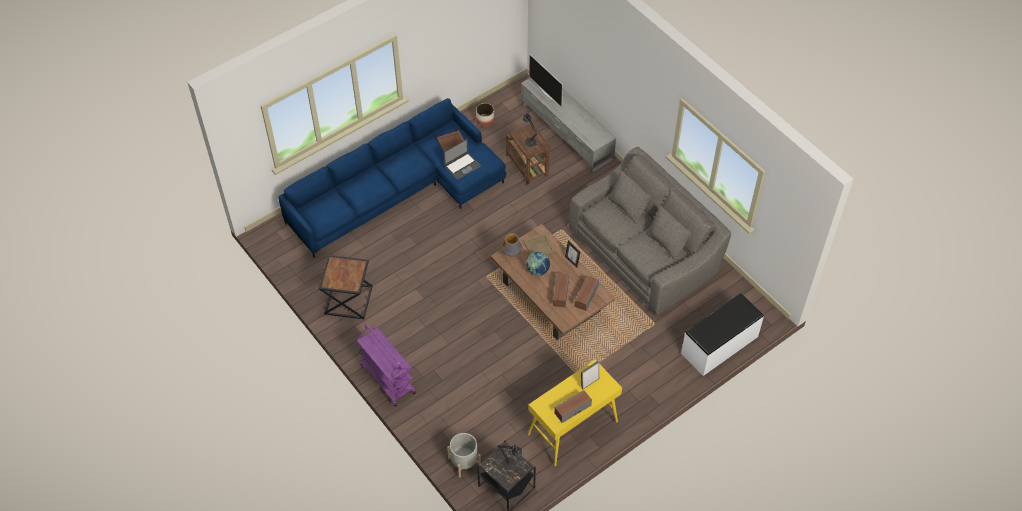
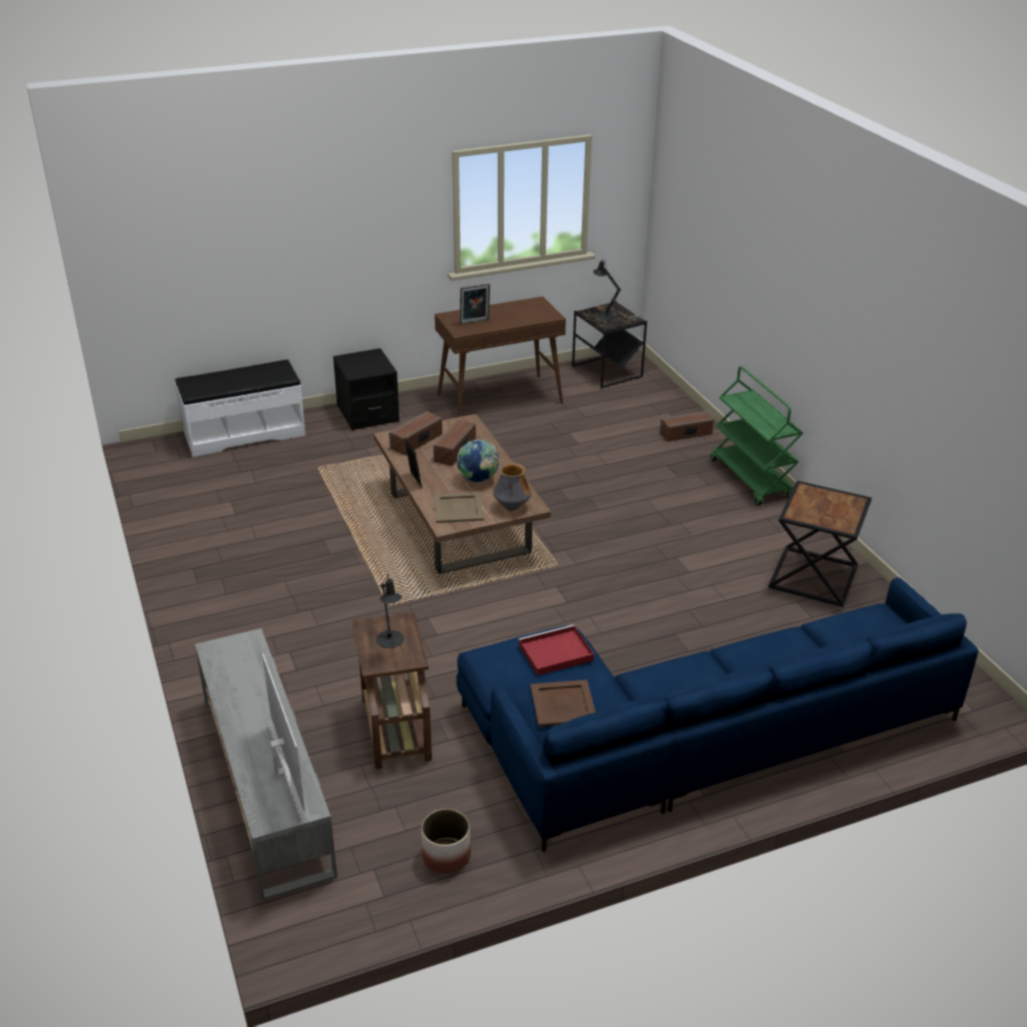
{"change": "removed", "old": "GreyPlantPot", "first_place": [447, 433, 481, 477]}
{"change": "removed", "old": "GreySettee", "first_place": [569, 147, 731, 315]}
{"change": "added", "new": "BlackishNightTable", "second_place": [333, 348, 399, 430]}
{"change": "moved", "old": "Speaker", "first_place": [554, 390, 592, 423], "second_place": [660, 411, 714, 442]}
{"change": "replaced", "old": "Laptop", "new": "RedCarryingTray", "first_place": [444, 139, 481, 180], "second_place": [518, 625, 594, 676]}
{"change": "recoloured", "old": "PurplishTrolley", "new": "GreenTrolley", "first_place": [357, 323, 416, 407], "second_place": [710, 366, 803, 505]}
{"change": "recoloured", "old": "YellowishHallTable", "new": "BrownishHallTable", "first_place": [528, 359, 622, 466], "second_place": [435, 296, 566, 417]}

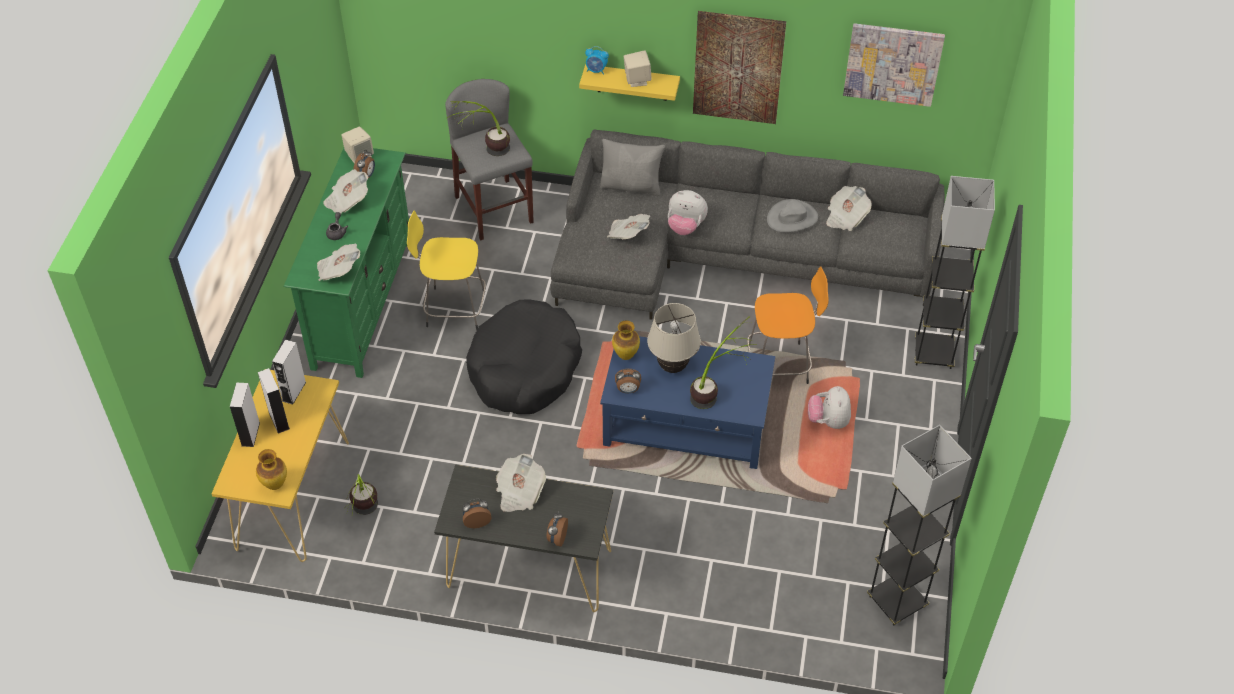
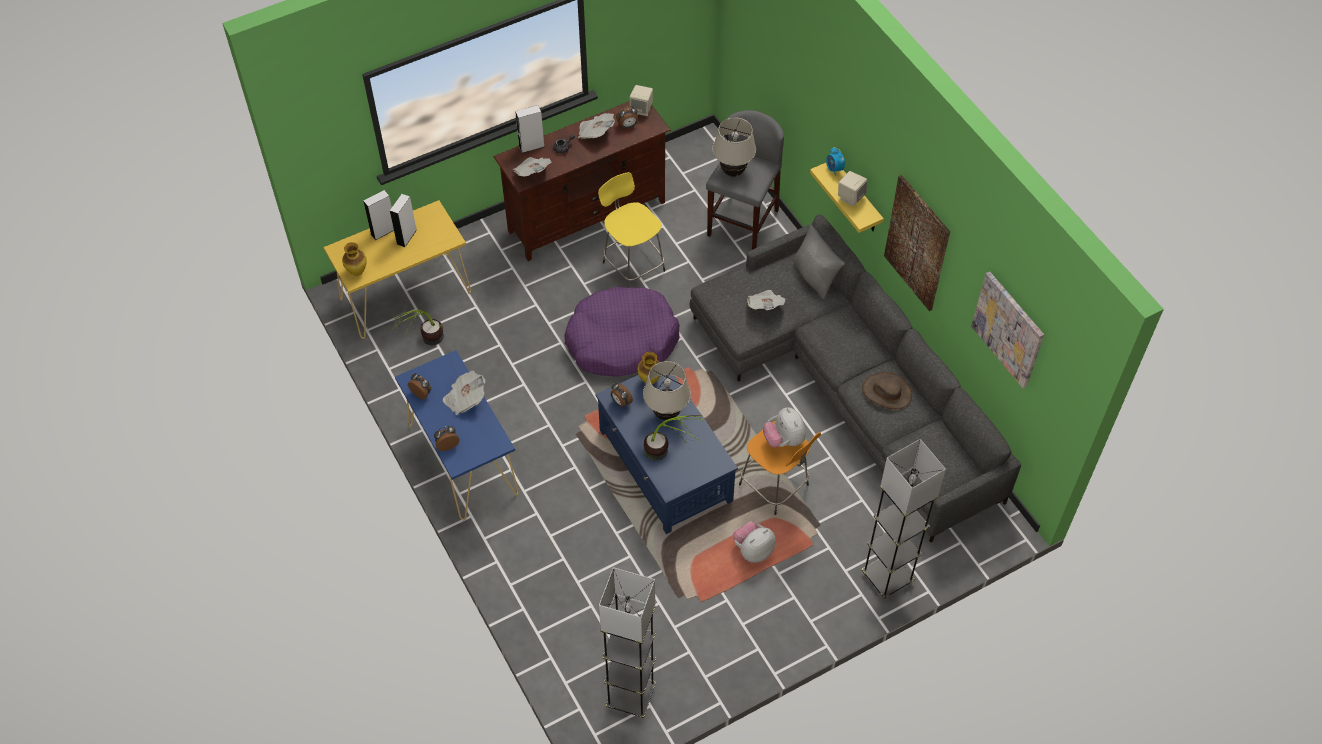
{"change": "removed", "old": "Newspaper", "first_place": [826, 186, 872, 231]}
{"change": "moved", "old": "WhitishSpeaker", "first_place": [272, 339, 306, 404], "second_place": [515, 105, 545, 153]}
{"change": "moved", "old": "SoftToy", "first_place": [668, 190, 708, 235], "second_place": [763, 407, 806, 447]}
{"change": "replaced", "old": "Houseplant", "new": "BeigeTabletopLamp", "first_place": [447, 101, 510, 156], "second_place": [713, 117, 756, 177]}
{"change": "recoloured", "old": "GreenMediaConsole", "new": "BrownishMediaConsole", "first_place": [283, 148, 409, 378], "second_place": [493, 101, 671, 261]}
{"change": "recoloured", "old": "BlackishHallTable", "new": "BluishHallTable", "first_place": [434, 465, 613, 612], "second_place": [395, 350, 519, 520]}
{"change": "recoloured", "old": "BlackishDogCushion", "new": "PurplishDogCushion", "first_place": [466, 299, 582, 414], "second_place": [565, 287, 680, 377]}
{"change": "recoloured", "old": "GreyWearableHat", "new": "BrownishWearableHat", "first_place": [767, 199, 818, 232], "second_place": [862, 372, 912, 409]}

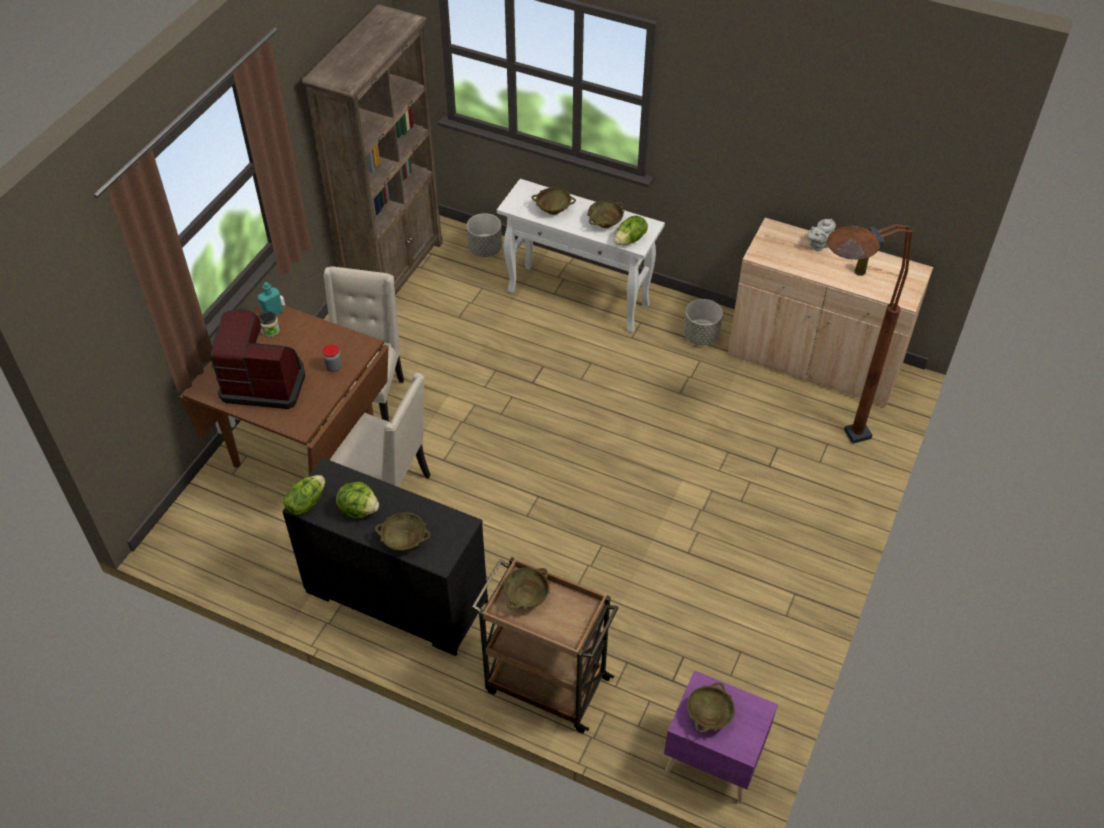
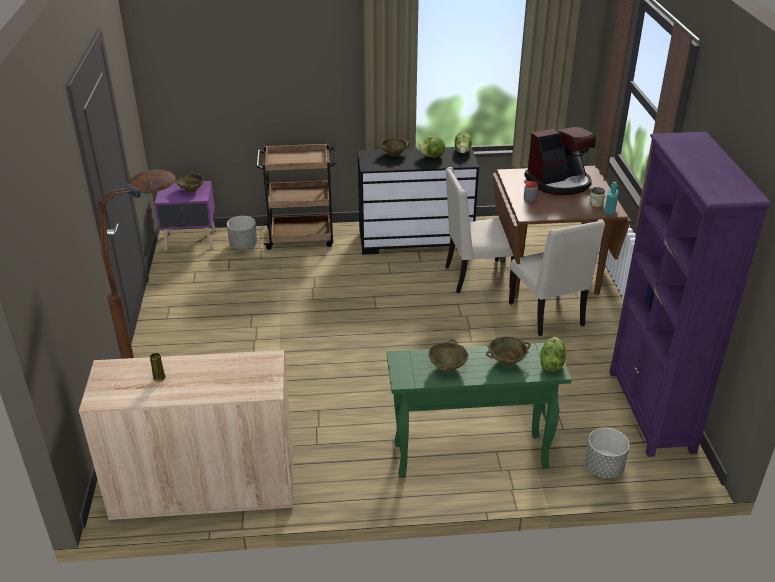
{"change": "removed", "old": "BeigeBowl", "first_place": [503, 566, 551, 610]}
{"change": "removed", "old": "GreyPotForTea", "first_place": [807, 219, 836, 251]}
{"change": "moved", "old": "Lettuce", "first_place": [614, 216, 648, 245], "second_place": [540, 337, 566, 371]}
{"change": "moved", "old": "GreyPlantPot", "first_place": [683, 299, 723, 345], "second_place": [227, 216, 257, 250]}
{"change": "recoloured", "old": "BrownishShelvingUnit", "new": "PurplishShelvingUnit", "first_place": [302, 4, 443, 295], "second_place": [609, 132, 771, 457]}
{"change": "recoloured", "old": "WhitishHallTable", "new": "GreenHallTable", "first_place": [497, 179, 665, 333], "second_place": [387, 343, 572, 478]}

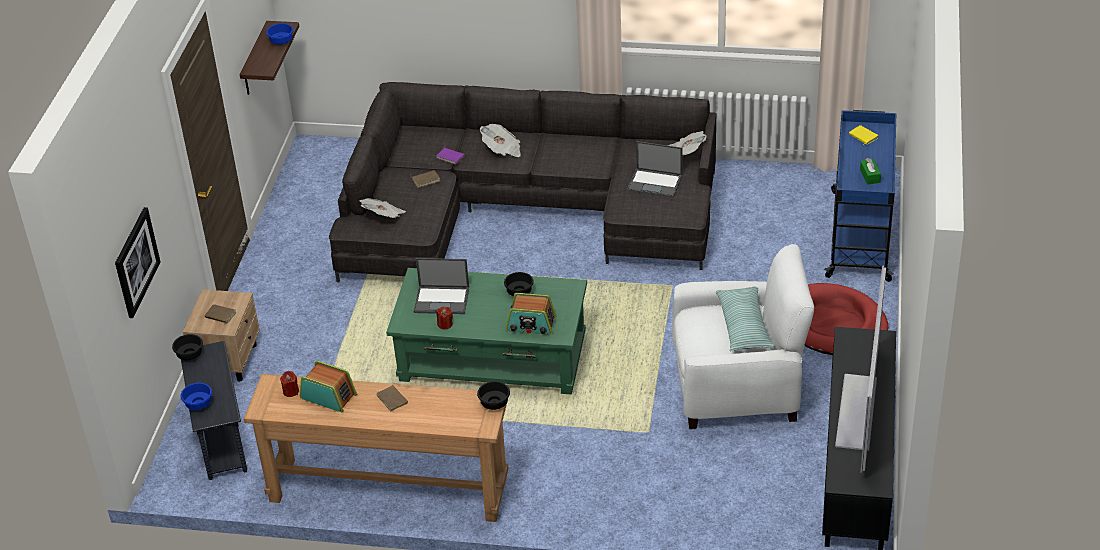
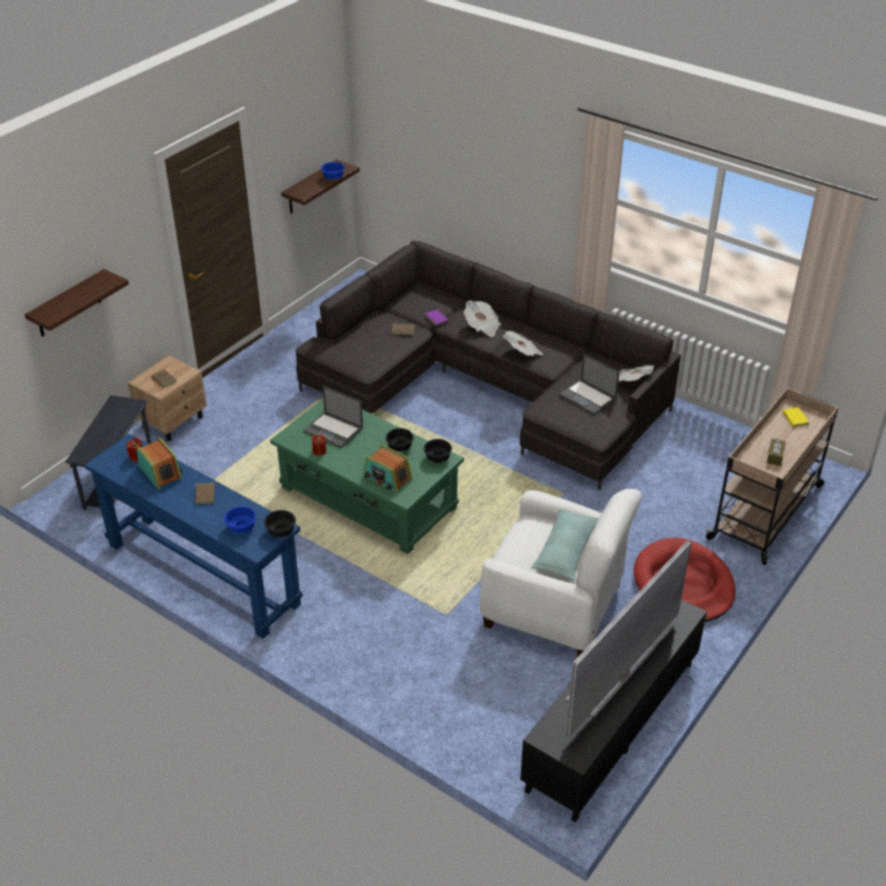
{"change": "moved", "old": "BlackishBowl", "first_place": [172, 334, 203, 360], "second_place": [424, 439, 452, 463]}
{"change": "moved", "old": "BluishBowl", "first_place": [180, 383, 212, 410], "second_place": [224, 506, 256, 534]}
{"change": "moved", "old": "Newspaper", "first_place": [359, 198, 406, 218], "second_place": [503, 331, 543, 356]}
{"change": "replaced", "old": "WallPicture", "new": "WallShelf", "first_place": [115, 207, 161, 318], "second_place": [25, 269, 129, 337]}
{"change": "recoloured", "old": "BrownishHallTable", "new": "BluishHallTable", "first_place": [244, 374, 509, 522], "second_place": [85, 434, 303, 639]}
{"change": "recoloured", "old": "BluishTrolley", "new": "BeigeTrolley", "first_place": [824, 110, 897, 282], "second_place": [705, 388, 838, 565]}
{"change": "recoloured", "old": "GreenTissueHolder", "new": "BrownishTissueHolder", "first_place": [860, 158, 881, 185], "second_place": [767, 438, 786, 466]}

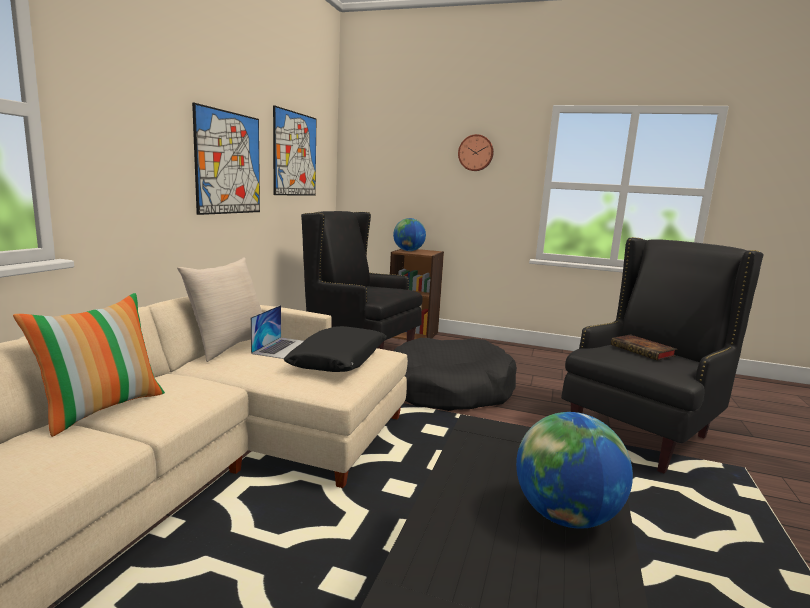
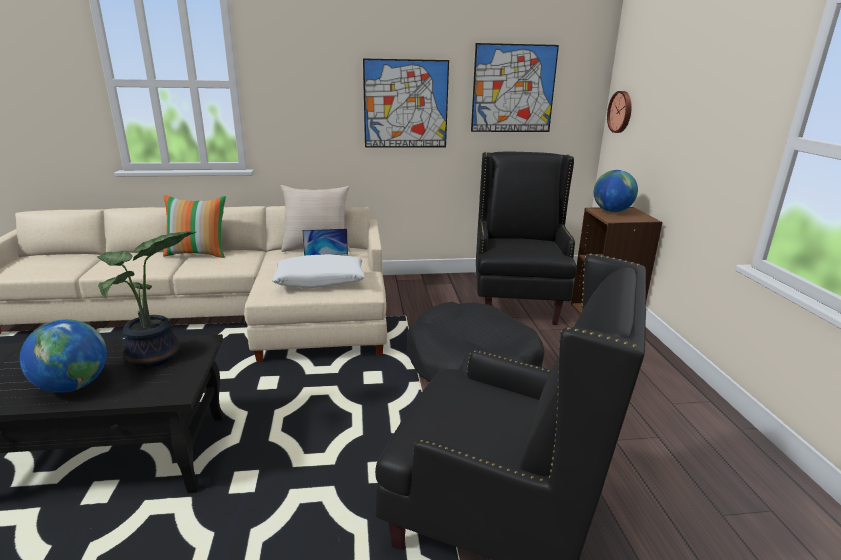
{"change": "removed", "old": "Book", "first_place": [611, 335, 677, 361]}
{"change": "added", "new": "Houseplant", "second_place": [97, 231, 196, 368]}
{"change": "moved", "old": "HangingClock", "first_place": [458, 134, 494, 171], "second_place": [607, 91, 632, 133]}
{"change": "recoloured", "old": "BlackishPillow", "new": "WhitishPillow", "first_place": [284, 326, 387, 372], "second_place": [272, 254, 365, 289]}

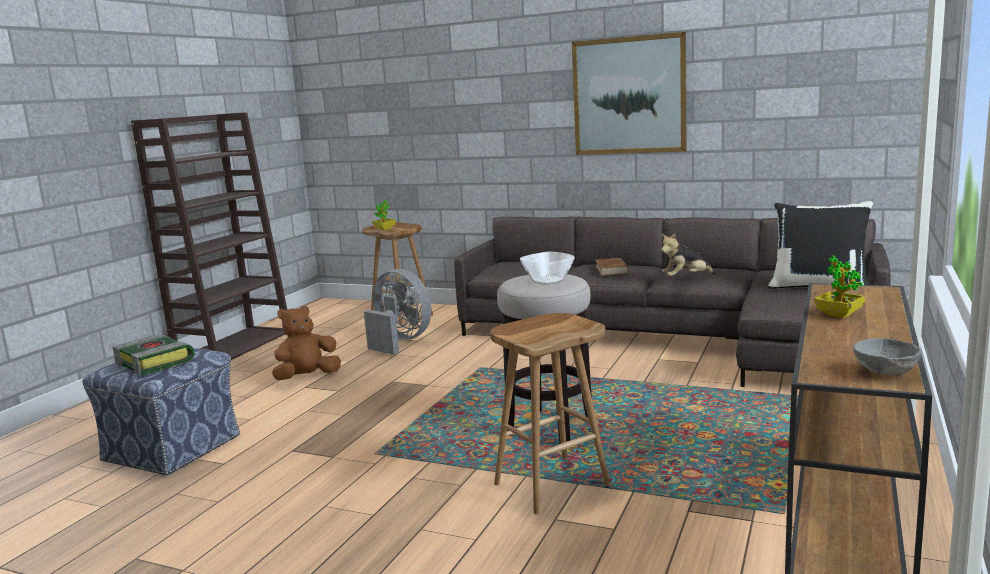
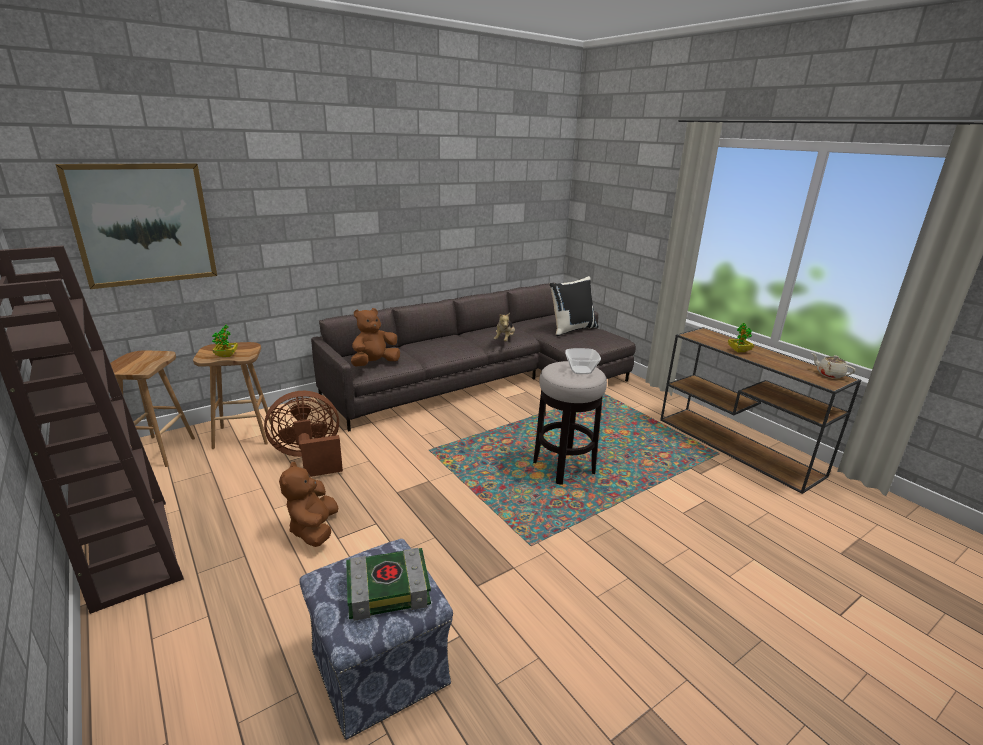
{"change": "removed", "old": "BrownishBook", "first_place": [595, 258, 628, 276]}
{"change": "added", "new": "BrownishSoftToy", "second_place": [351, 308, 400, 366]}
{"change": "moved", "old": "BrownishSittingStool", "first_place": [490, 313, 610, 515], "second_place": [110, 350, 195, 467]}
{"change": "moved", "old": "WallPicture", "first_place": [572, 32, 686, 155], "second_place": [55, 163, 217, 289]}
{"change": "replaced", "old": "GreyBowl", "new": "BeigePotForTea", "first_place": [853, 338, 922, 375], "second_place": [812, 353, 856, 378]}
{"change": "recoloured", "old": "GreyElectricFan", "new": "BrownishElectricFan", "first_place": [364, 269, 431, 355], "second_place": [264, 391, 343, 477]}

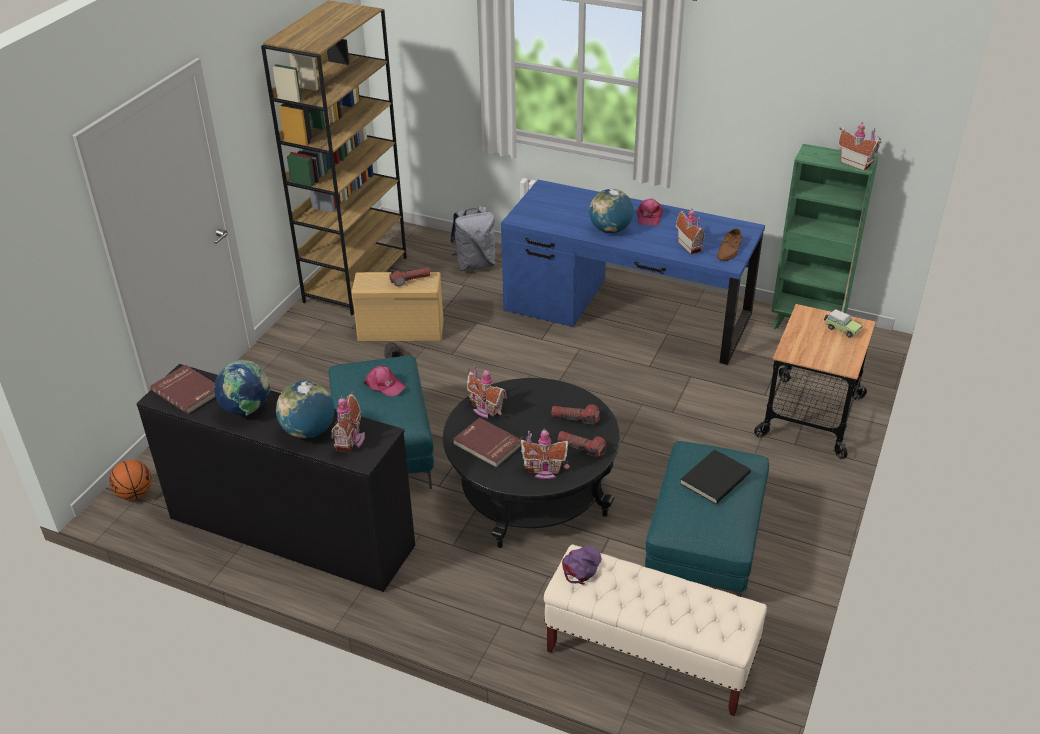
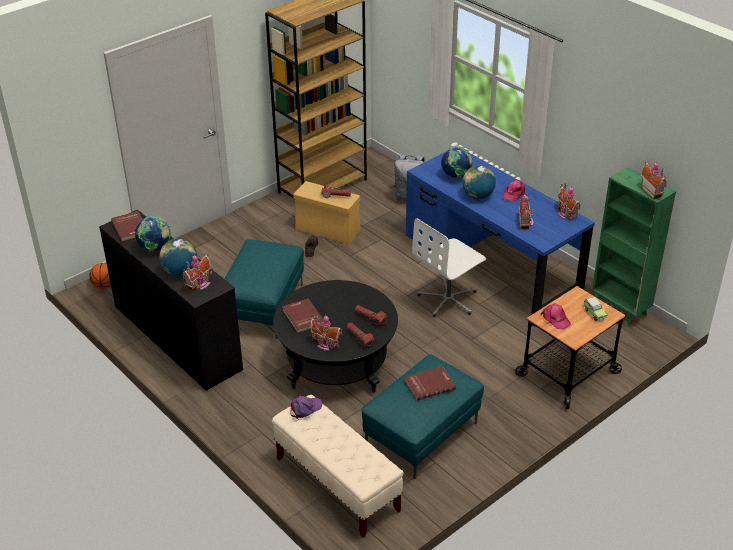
{"change": "removed", "old": "BrownishLowShoe", "first_place": [717, 228, 742, 261]}
{"change": "added", "new": "WhitishOfficeChair", "second_place": [412, 218, 486, 317]}
{"change": "added", "new": "DeskGlobe", "second_place": [441, 146, 473, 178]}
{"change": "moved", "old": "PinkColouredPeakedCap", "first_place": [364, 366, 405, 397], "second_place": [541, 304, 571, 329]}
{"change": "moved", "old": "MiniatureHouse", "first_place": [467, 365, 507, 419], "second_place": [557, 182, 580, 220]}
{"change": "recoloured", "old": "BlackishBook", "new": "RedBook", "first_place": [680, 449, 751, 504], "second_place": [404, 366, 456, 401]}

